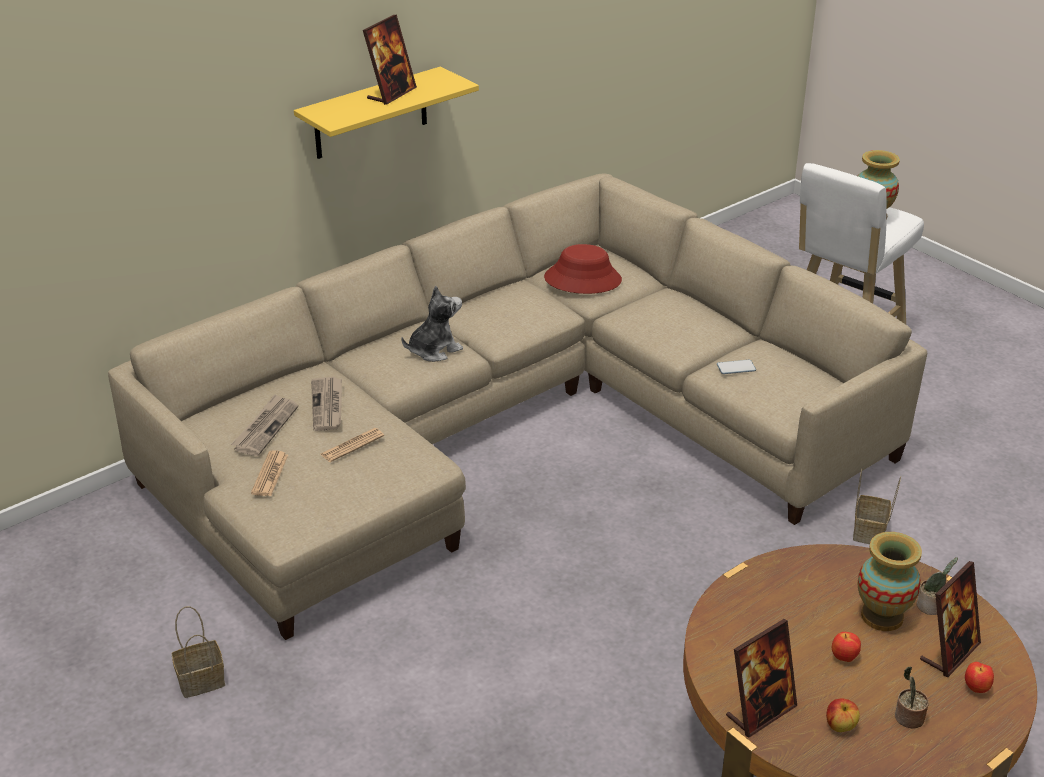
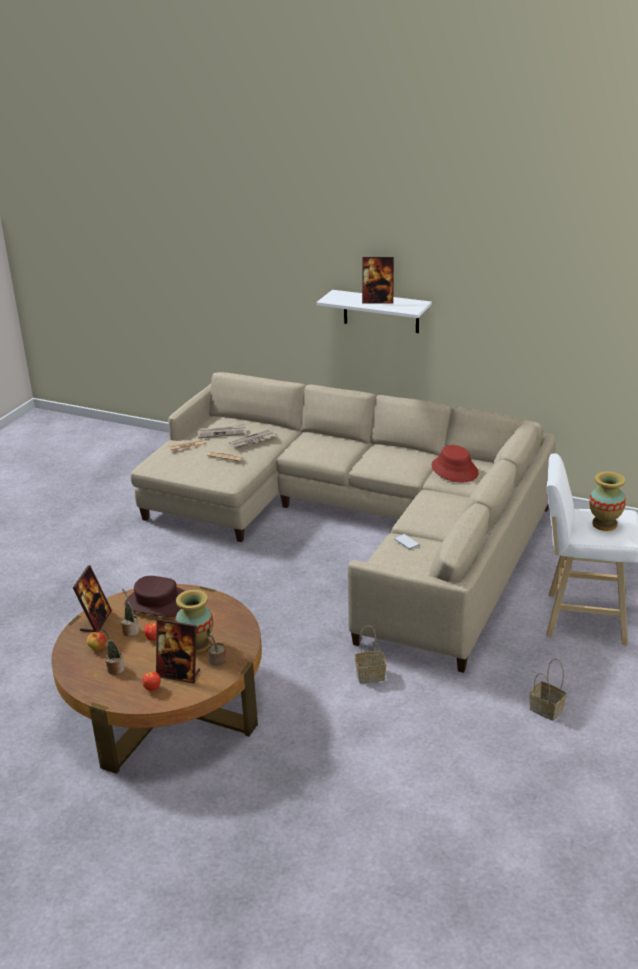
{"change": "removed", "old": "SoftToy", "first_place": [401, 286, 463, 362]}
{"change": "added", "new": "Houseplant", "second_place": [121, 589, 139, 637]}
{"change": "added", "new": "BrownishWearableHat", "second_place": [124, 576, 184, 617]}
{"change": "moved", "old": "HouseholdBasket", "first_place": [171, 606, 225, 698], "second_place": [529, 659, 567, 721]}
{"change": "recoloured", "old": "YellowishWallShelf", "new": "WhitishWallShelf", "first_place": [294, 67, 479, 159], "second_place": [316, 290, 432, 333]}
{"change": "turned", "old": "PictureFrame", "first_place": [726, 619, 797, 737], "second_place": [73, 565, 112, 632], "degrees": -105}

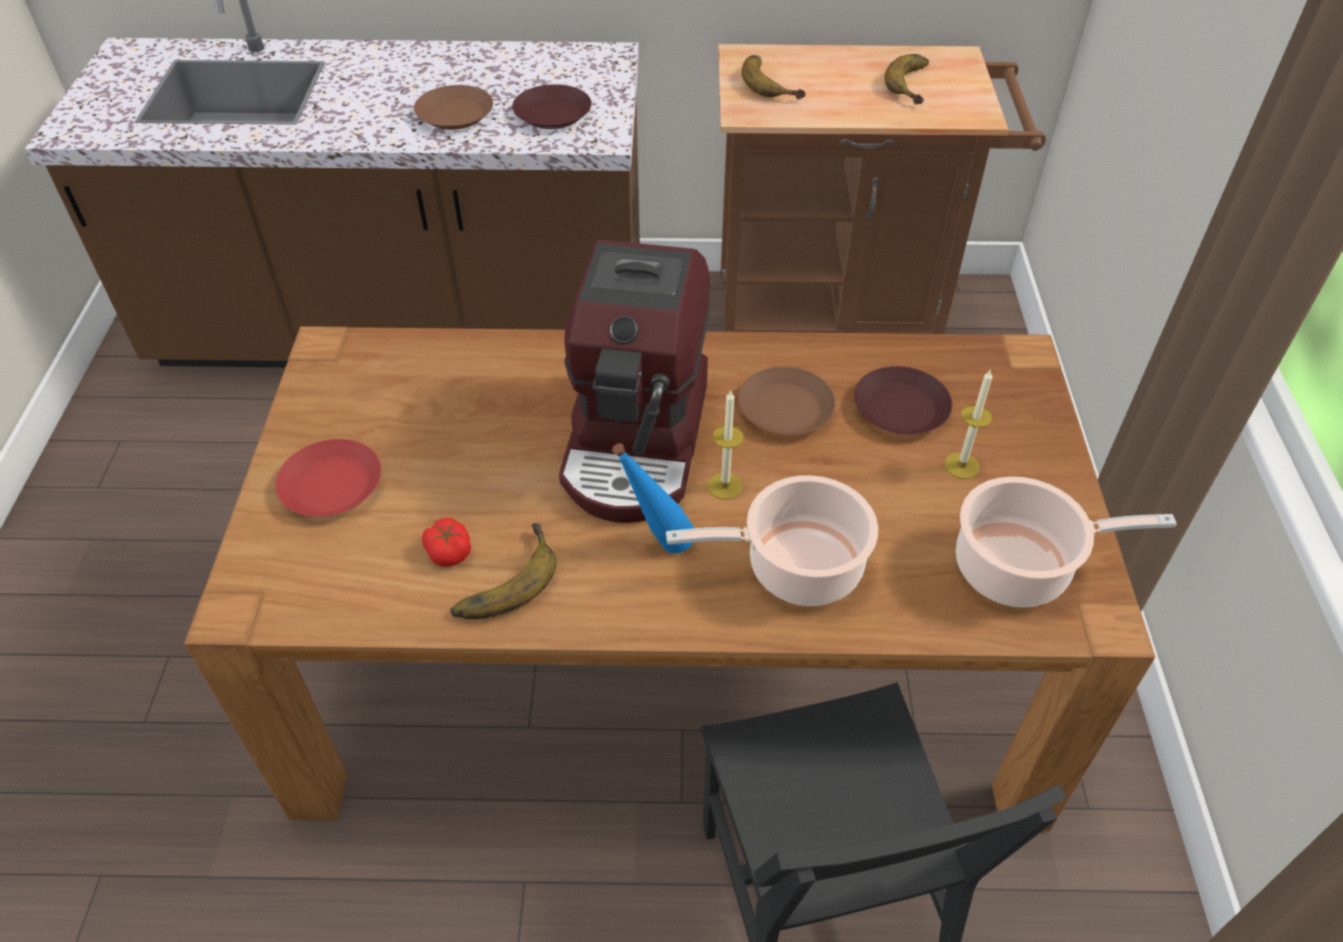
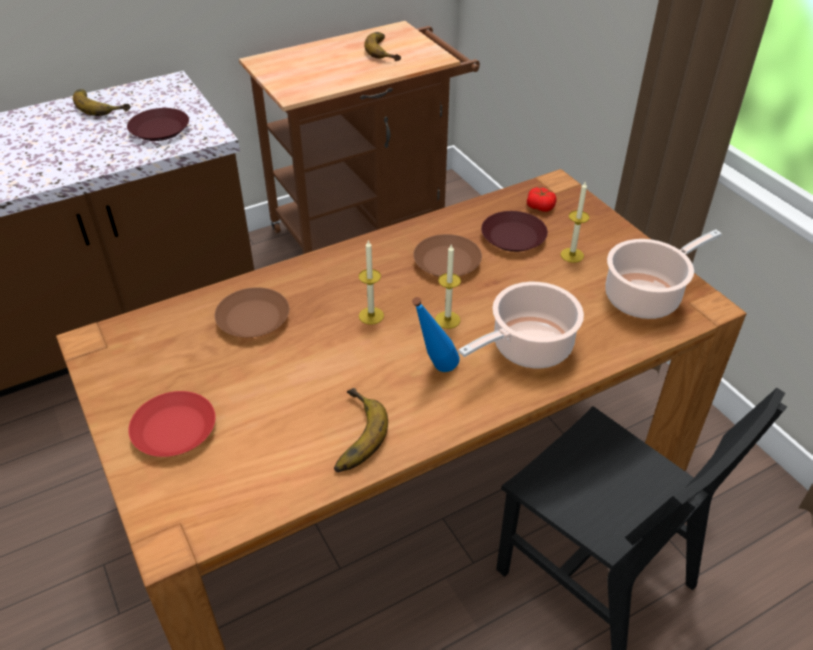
{"change": "moved", "old": "BrownishPlate", "first_place": [414, 85, 493, 130], "second_place": [215, 287, 289, 337]}
{"change": "moved", "old": "Tomato", "first_place": [422, 518, 471, 567], "second_place": [527, 187, 556, 212]}
{"change": "moved", "old": "BananaFruit", "first_place": [742, 55, 806, 99], "second_place": [73, 89, 131, 116]}
{"change": "replaced", "old": "CoffeeMaker", "new": "WaxLight", "first_place": [559, 240, 711, 523], "second_place": [359, 240, 384, 325]}

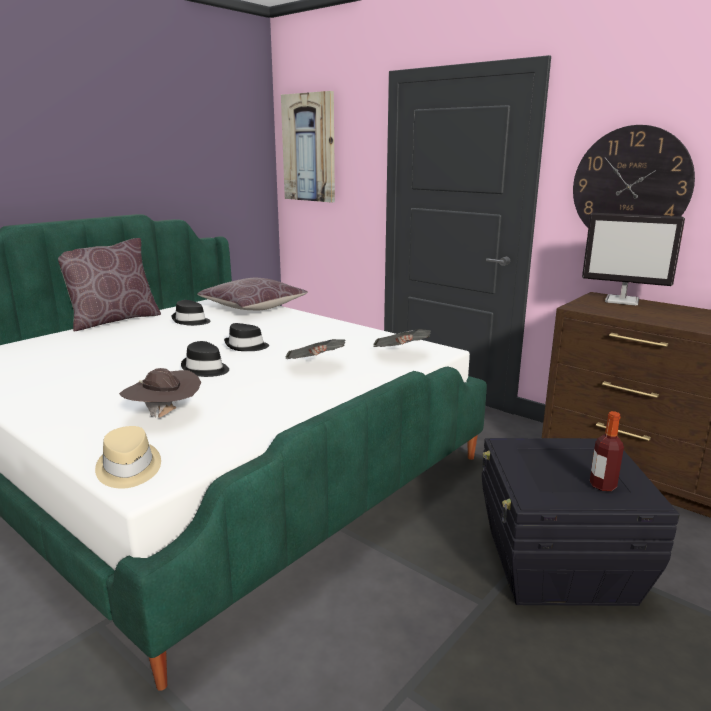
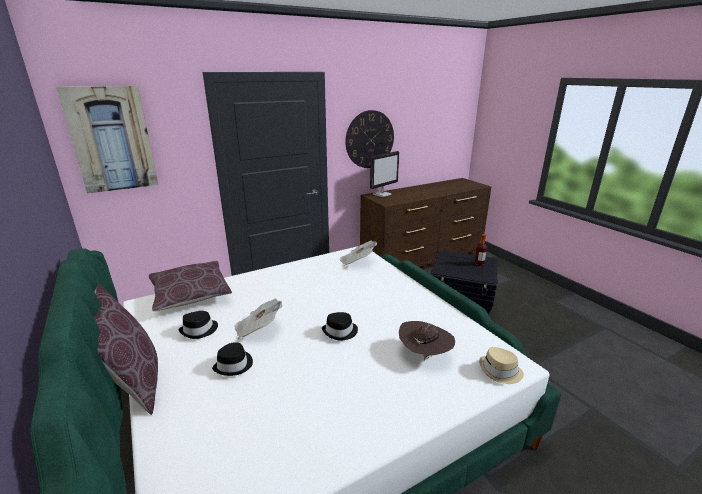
{"change": "moved", "old": "BlackishWearableHat", "first_place": [224, 323, 269, 351], "second_place": [212, 342, 253, 376]}
{"change": "moved", "old": "Newspaper", "first_place": [285, 339, 346, 359], "second_place": [234, 298, 282, 339]}

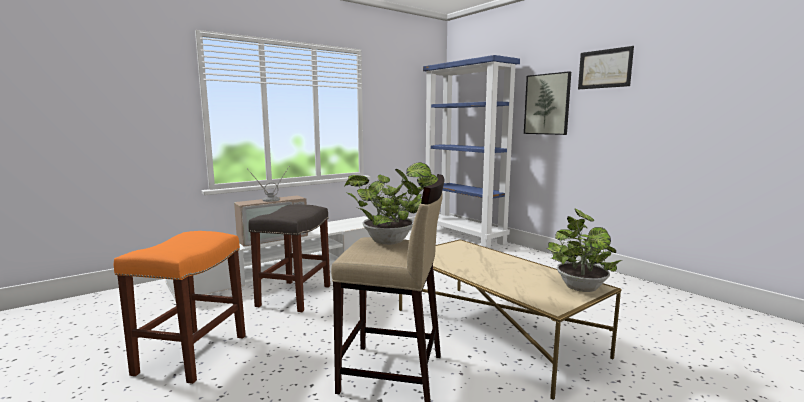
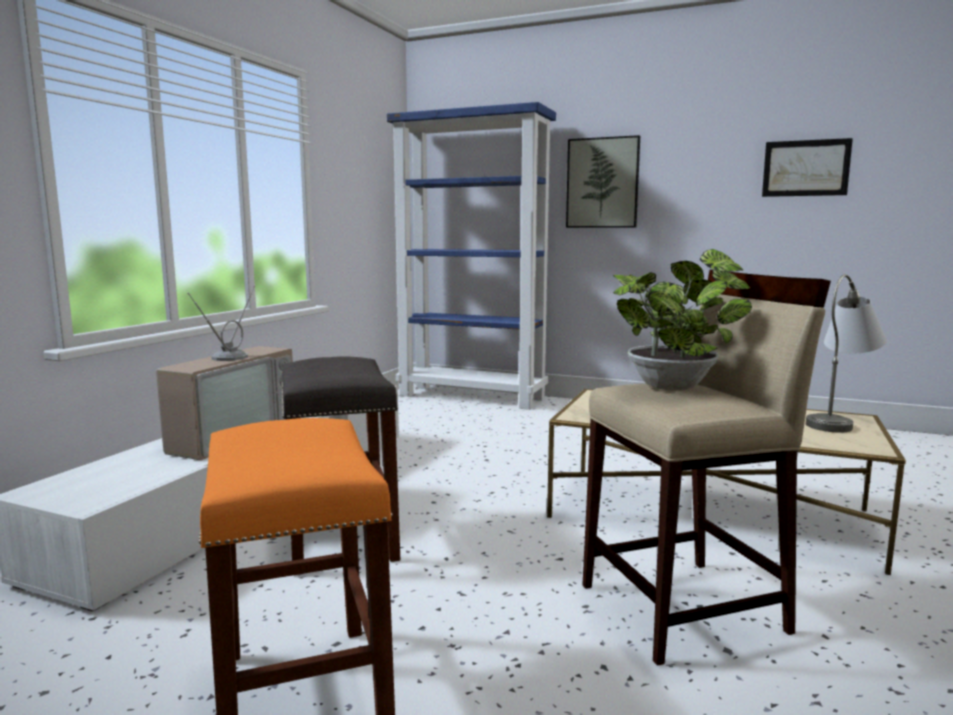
{"change": "moved", "old": "WallPicture", "first_place": [578, 46, 634, 89], "second_place": [762, 138, 853, 197]}
{"change": "replaced", "old": "Houseplant", "new": "GreyTabletopLamp", "first_place": [547, 209, 622, 292], "second_place": [806, 274, 887, 433]}

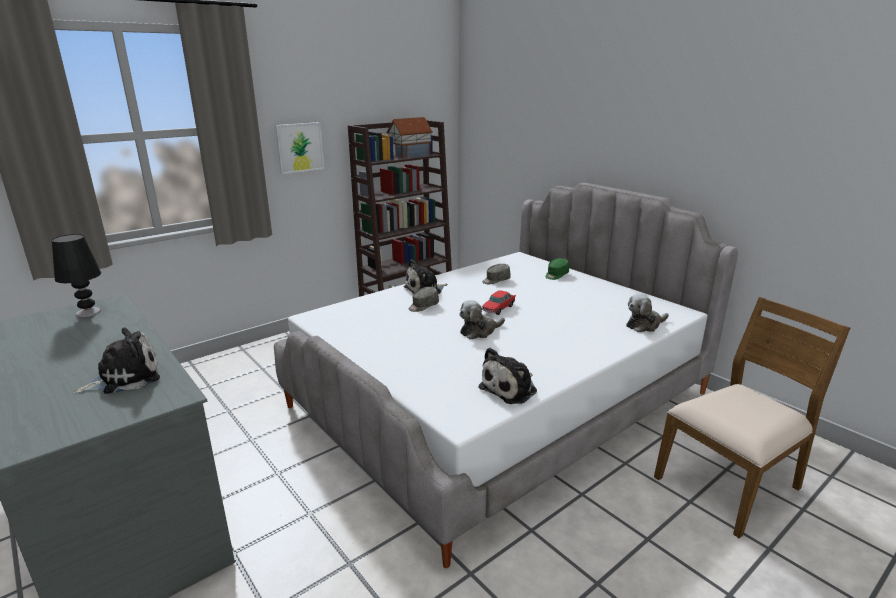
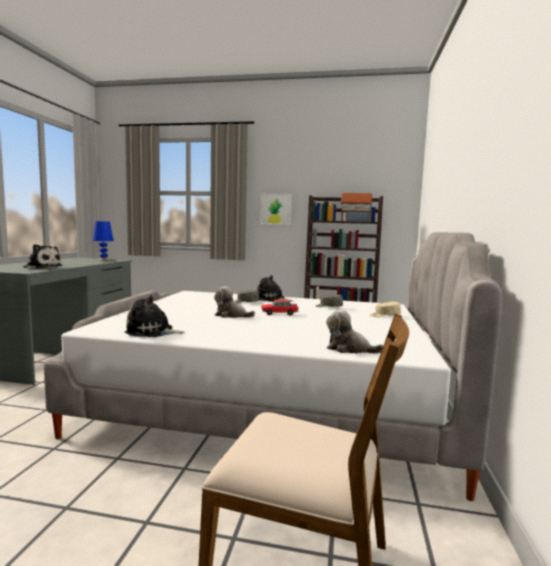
{"change": "recoloured", "old": "BlackishTabletopLamp", "new": "BluishTabletopLamp", "first_place": [52, 234, 101, 317], "second_place": [93, 221, 114, 261]}
{"change": "recoloured", "old": "GreenPeakedCap", "new": "BeigePeakedCap", "first_place": [546, 258, 569, 280], "second_place": [370, 302, 401, 317]}

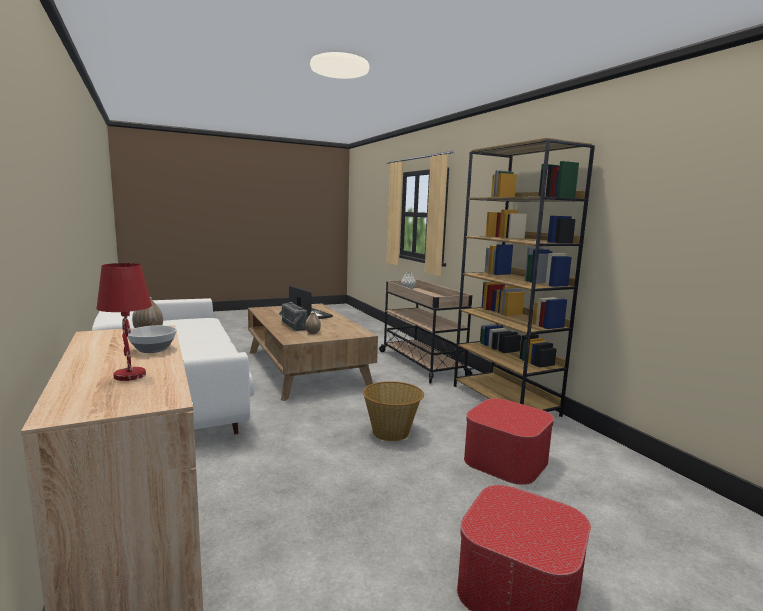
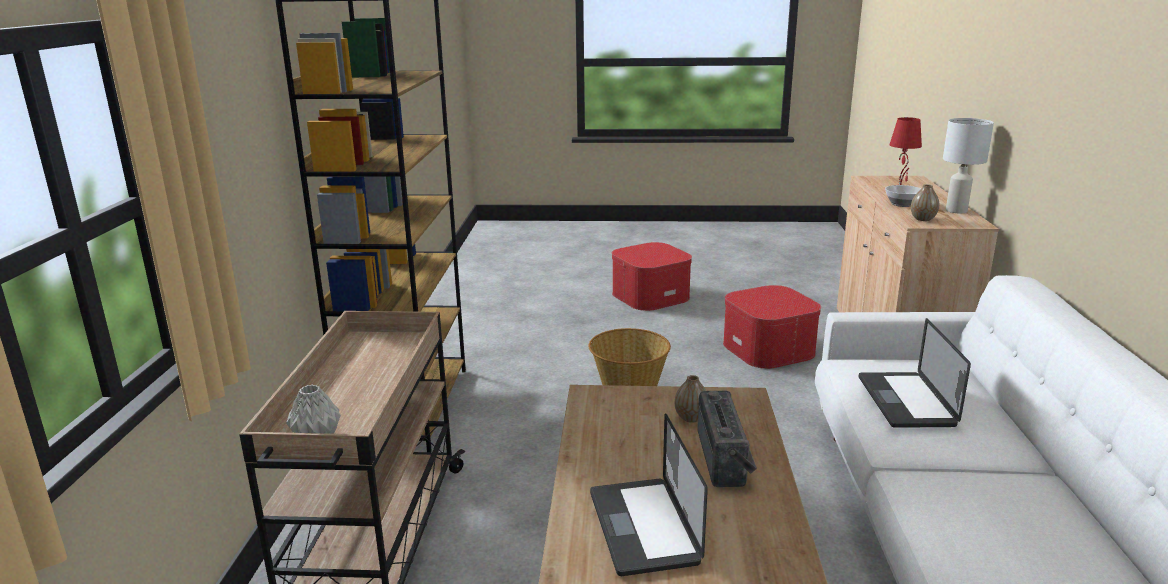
{"change": "added", "new": "Laptop", "second_place": [859, 318, 971, 428]}
{"change": "added", "new": "WhitishTabletopLamp", "second_place": [943, 118, 994, 213]}
{"change": "moved", "old": "Pouffe", "first_place": [464, 398, 554, 485], "second_place": [723, 285, 821, 369]}

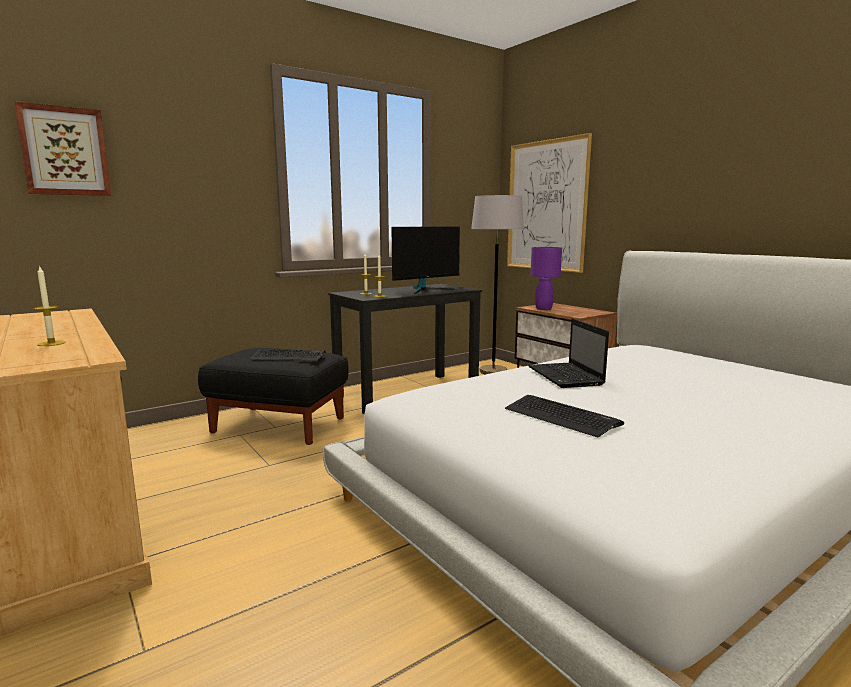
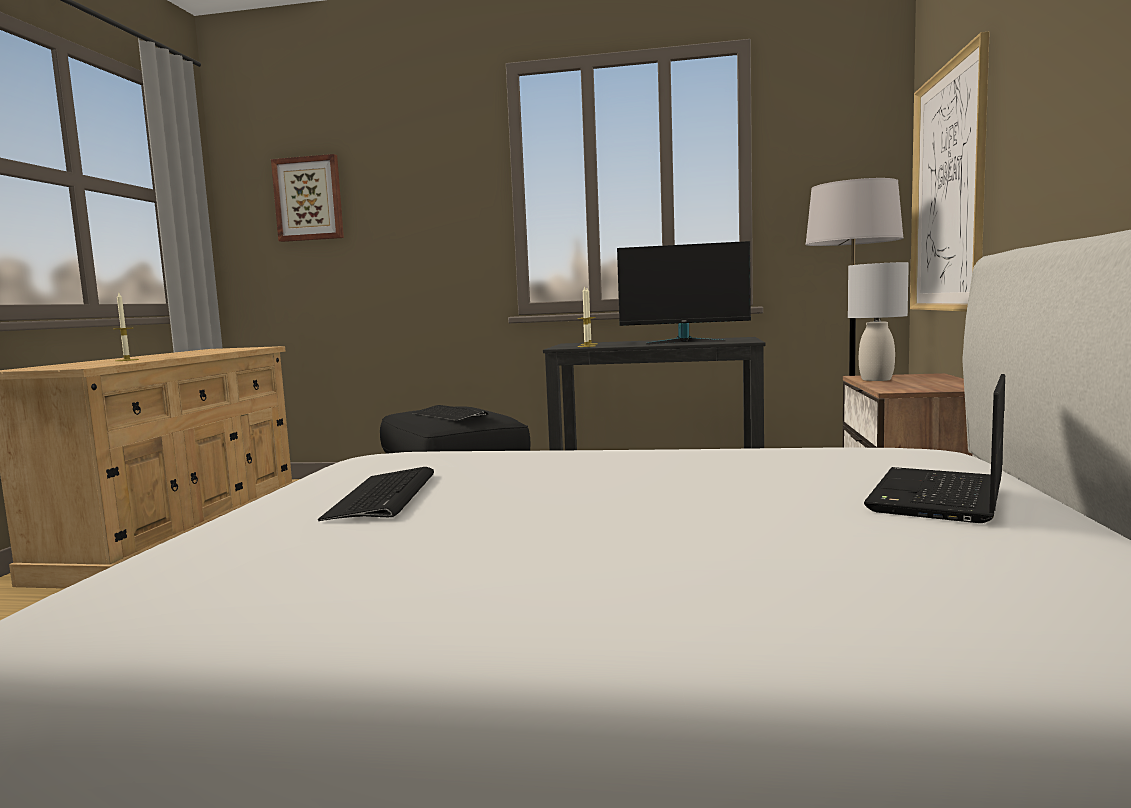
{"change": "moved", "old": "Laptop", "first_place": [528, 318, 609, 388], "second_place": [864, 374, 1005, 523]}
{"change": "recoloured", "old": "PurplishTabletopLamp", "new": "GreyTabletopLamp", "first_place": [531, 247, 562, 310], "second_place": [848, 262, 909, 381]}

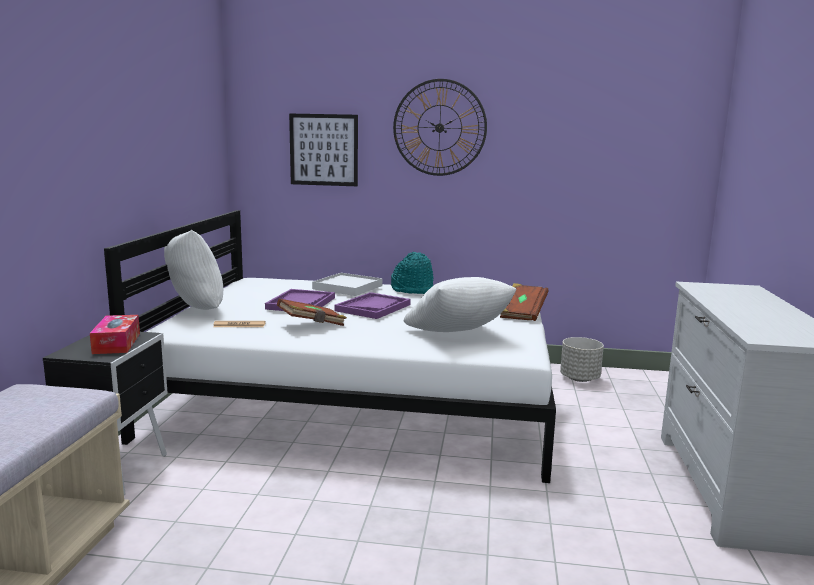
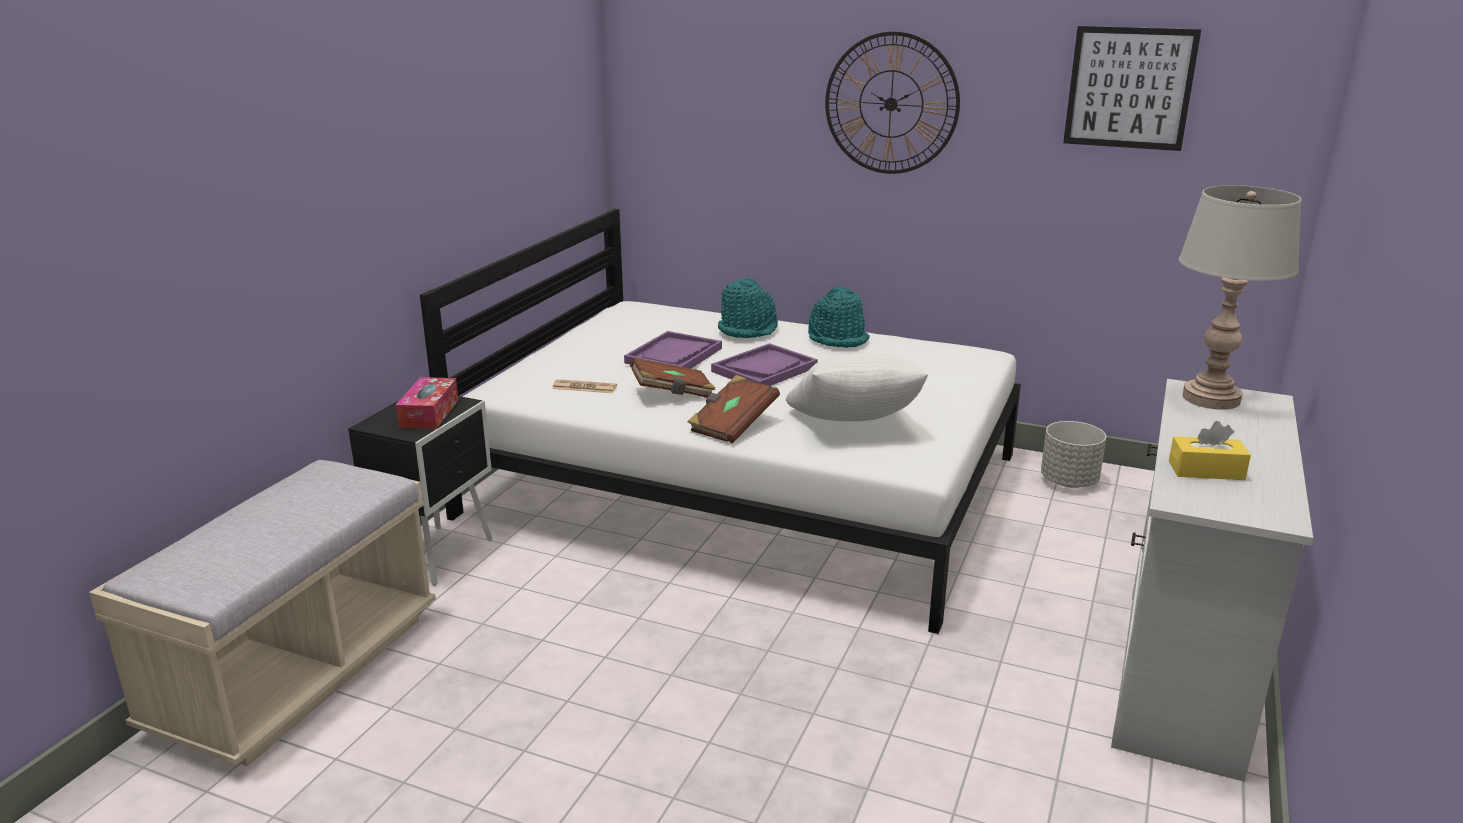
{"change": "removed", "old": "WhitishPillow", "first_place": [164, 230, 223, 310]}
{"change": "added", "new": "YellowishTissueHolder", "second_place": [1169, 421, 1251, 480]}
{"change": "added", "new": "GreyTabletopLamp", "second_place": [1179, 185, 1301, 410]}
{"change": "moved", "old": "WallPicture", "first_place": [289, 114, 358, 186], "second_place": [1063, 26, 1201, 151]}
{"change": "moved", "old": "BrownishBook", "first_place": [500, 283, 549, 321], "second_place": [688, 375, 780, 444]}
{"change": "replaced", "old": "WhitishCarryingTray", "new": "TurquoiseColouredWearableHat", "first_place": [312, 273, 382, 296], "second_place": [718, 277, 778, 338]}

